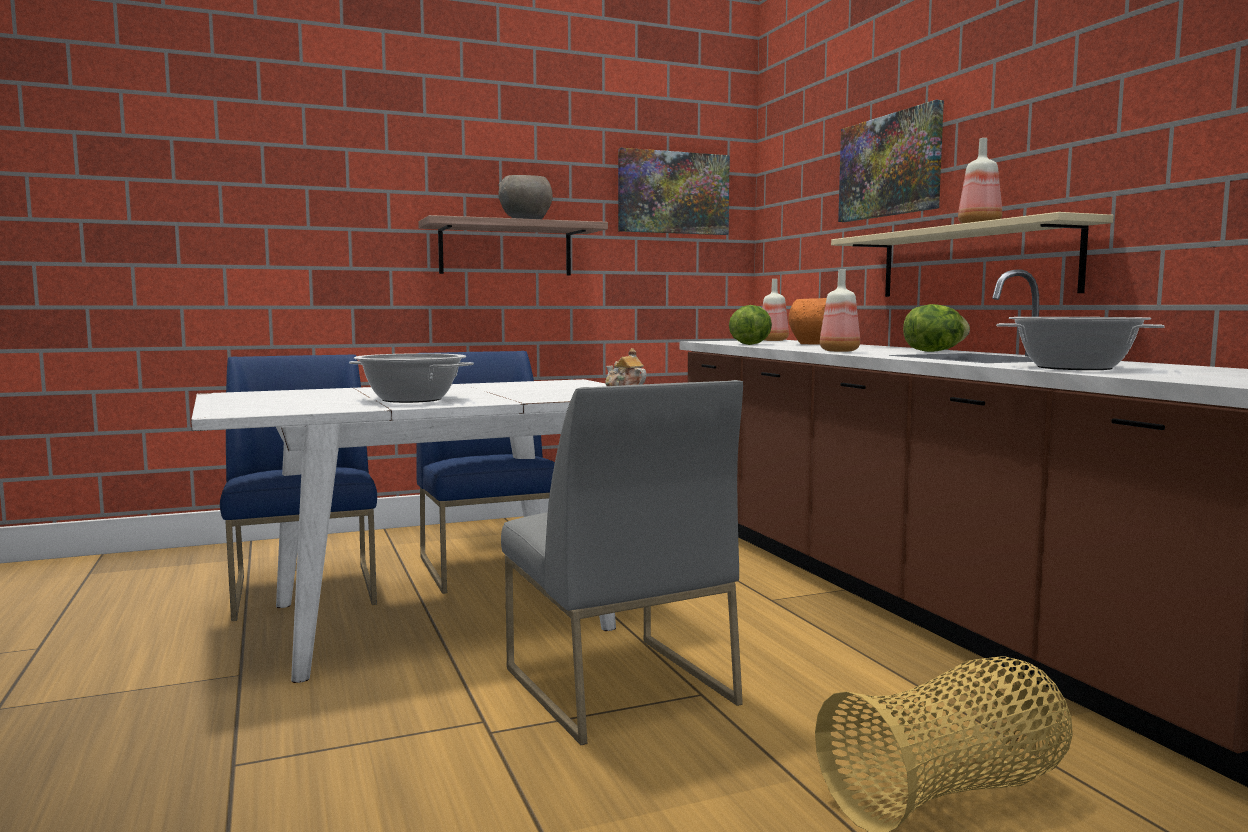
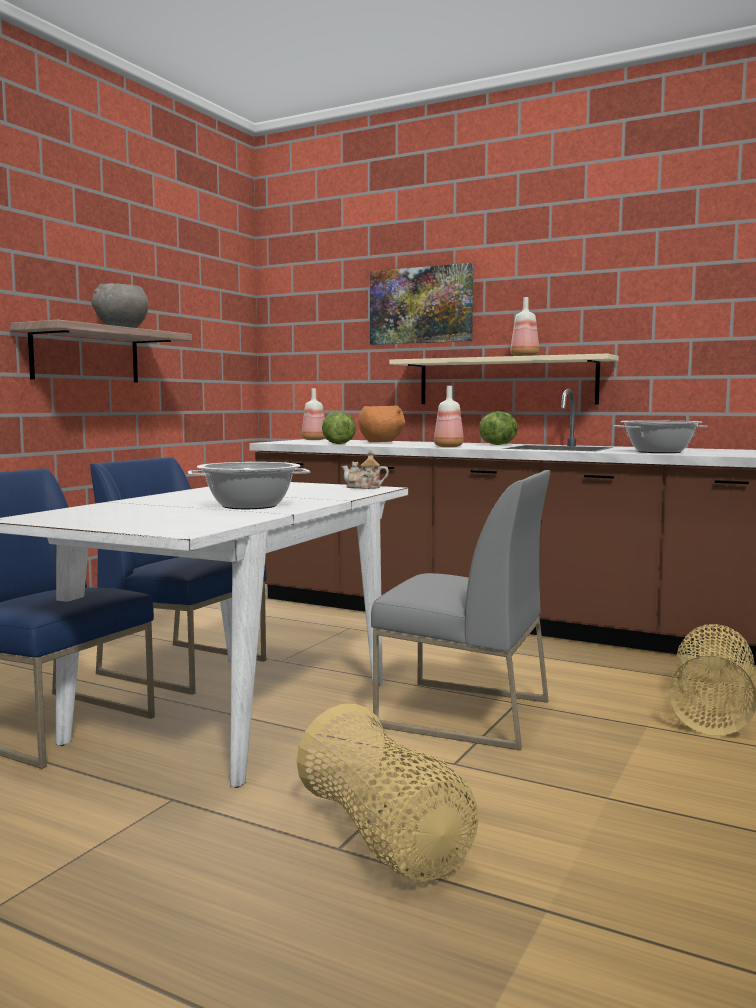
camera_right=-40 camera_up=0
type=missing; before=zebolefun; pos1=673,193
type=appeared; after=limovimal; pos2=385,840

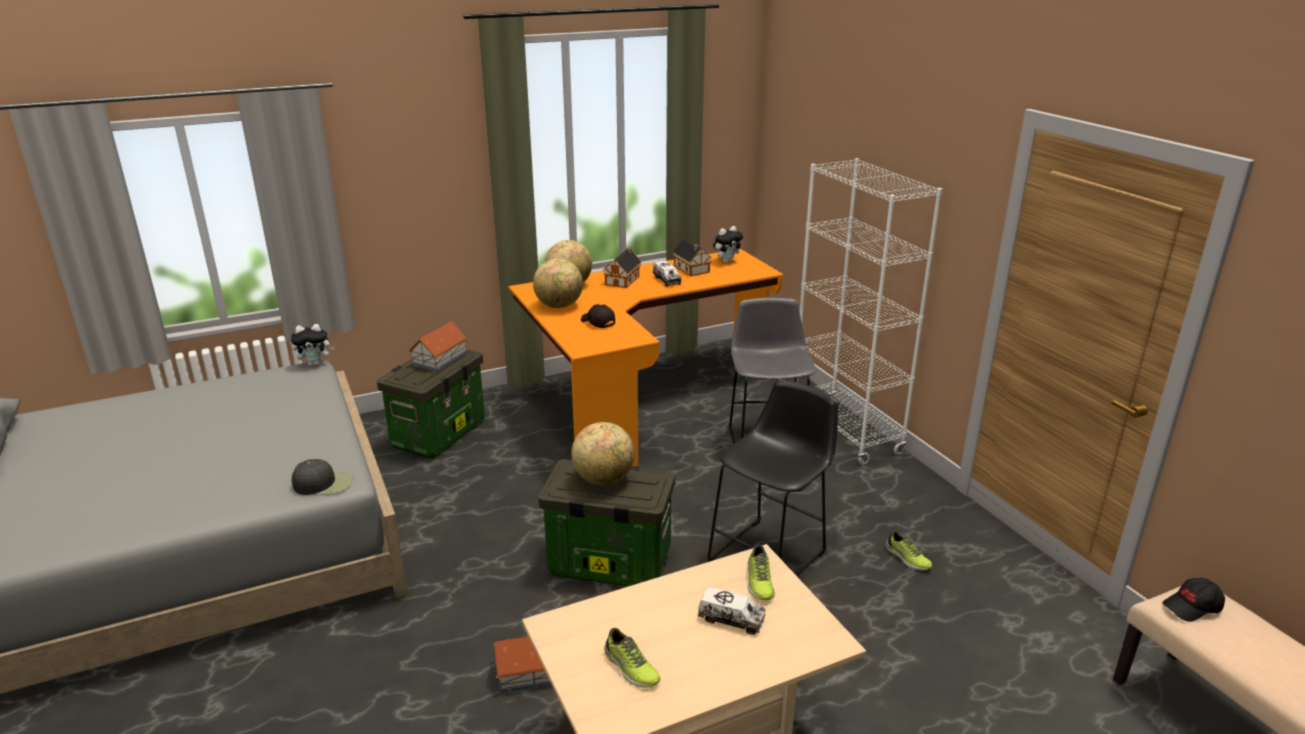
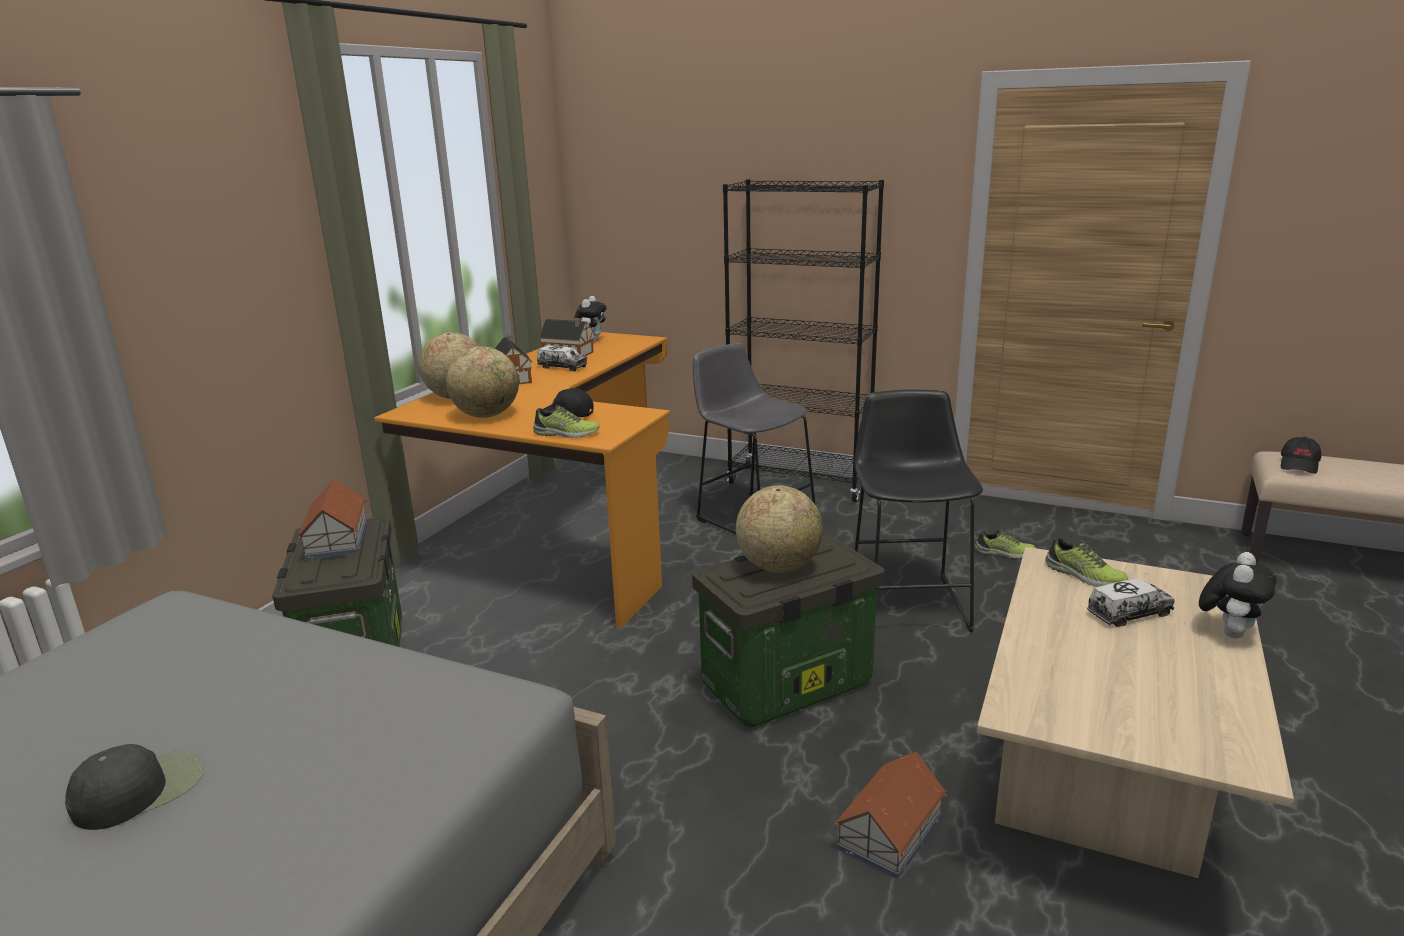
camera_right=-40 camera_up=-5
type=colour; before=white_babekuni; after=black_babekuni; pos1=845,431; pos2=799,484
type=relocated; before=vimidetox; pos1=315,364; pos2=1228,632
type=relocated; before=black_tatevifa; pos1=324,483; pos2=140,790
type=relocated; before=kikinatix; pos1=630,668; pos2=566,434

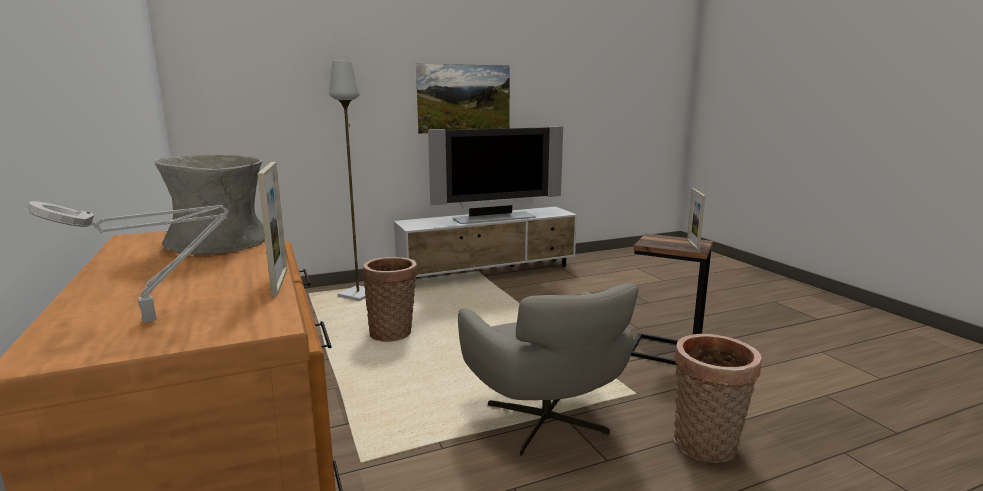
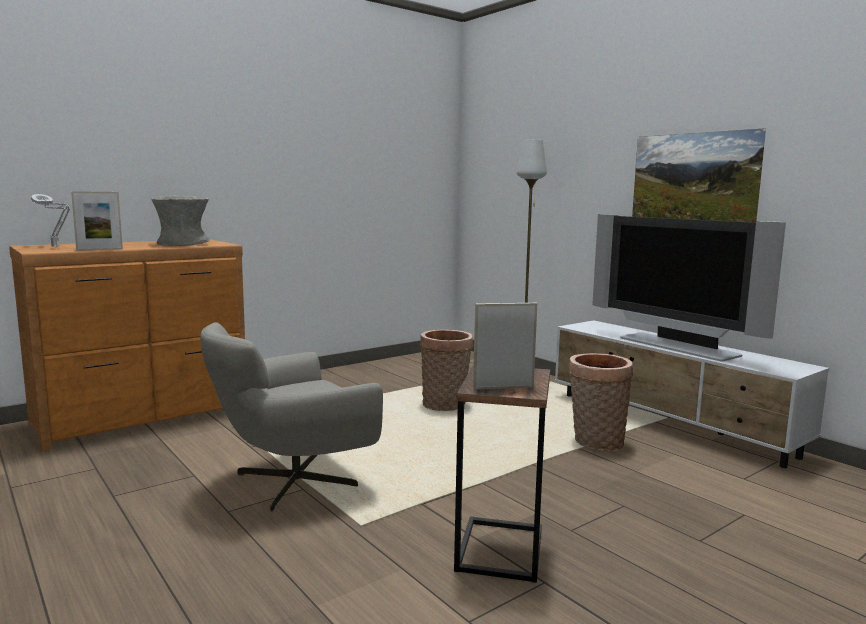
camera_right=75 camera_up=-5
type=relocated; before=limovimal; pos1=706,447; pos2=595,442

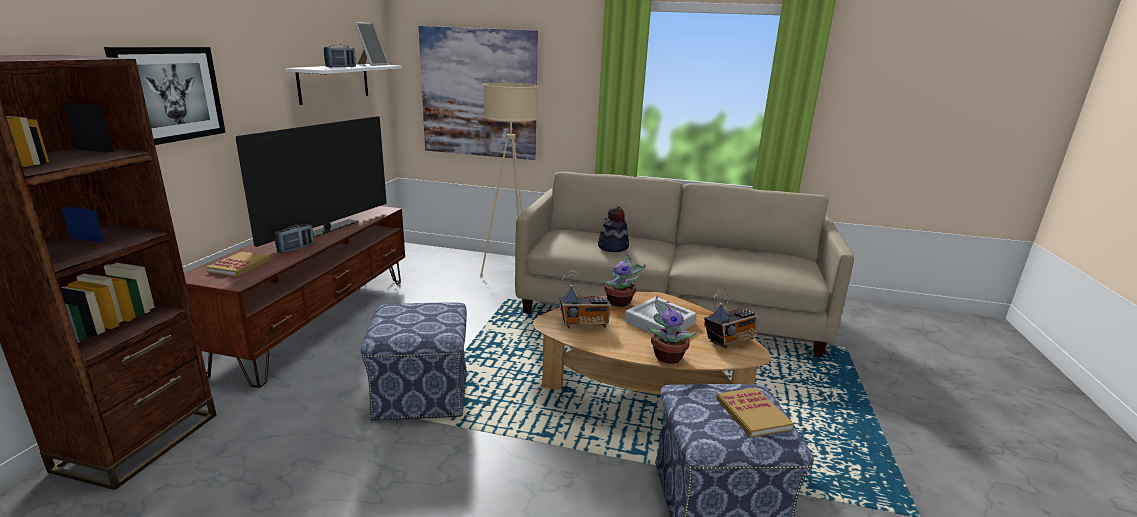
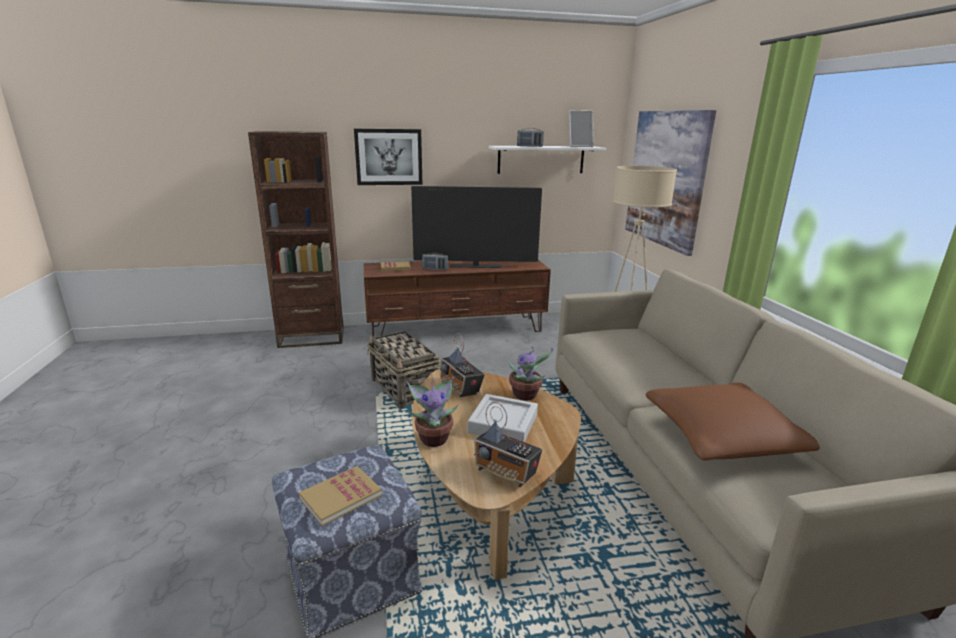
camera_right=65 camera_up=0
type=missing; before=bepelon; pos1=613,247
type=exchanged; before=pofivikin; after=limovimal; pos1=423,393; pos2=404,389
type=appeared; after=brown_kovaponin; pos2=721,437

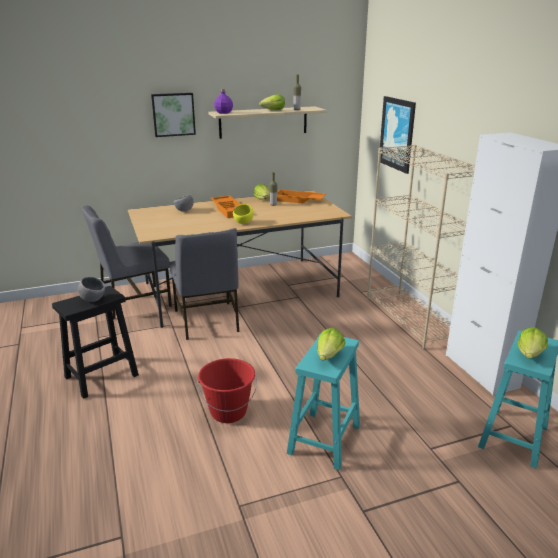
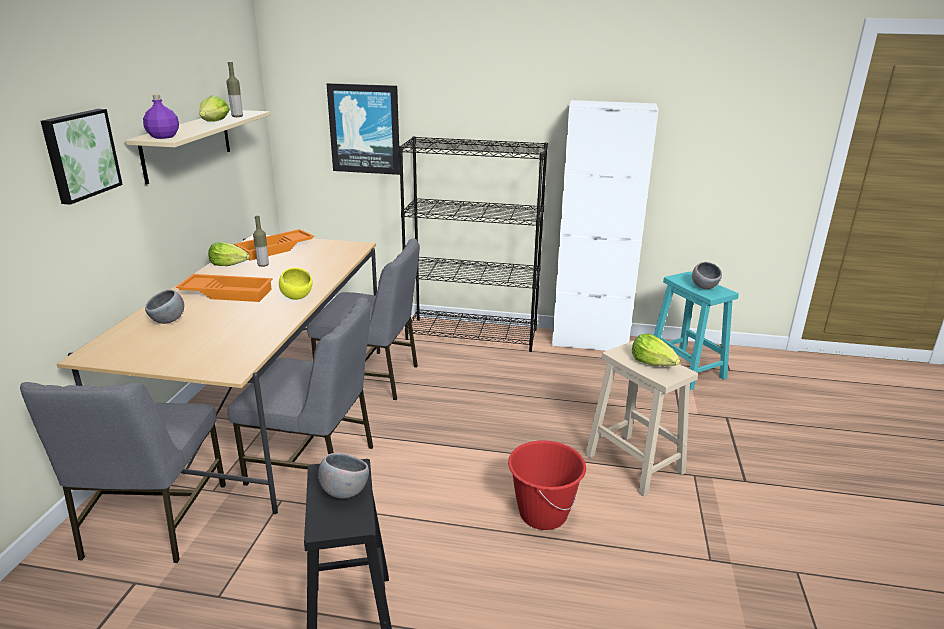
camera_right=-60 camera_up=0
type=colour; before=beige_babekuni; after=black_babekuni; pos1=411,318; pos2=472,334
type=exchanged; before=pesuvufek; after=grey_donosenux; pos1=530,354; pos2=704,287
type=colour; before=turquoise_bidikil; after=beige_bidikil; pos1=324,440; pos2=635,464
type=appeared; after=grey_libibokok; pos2=371,377

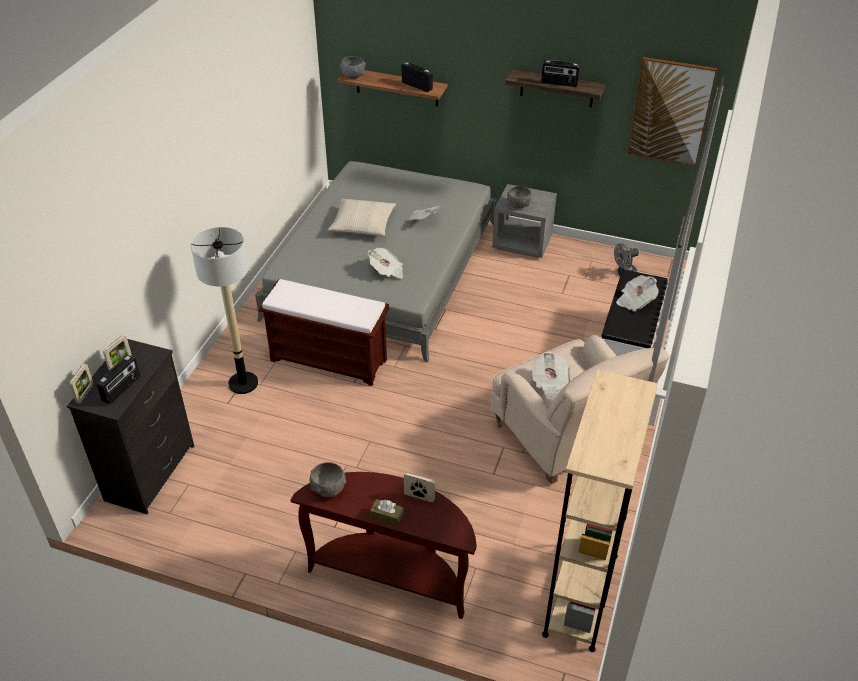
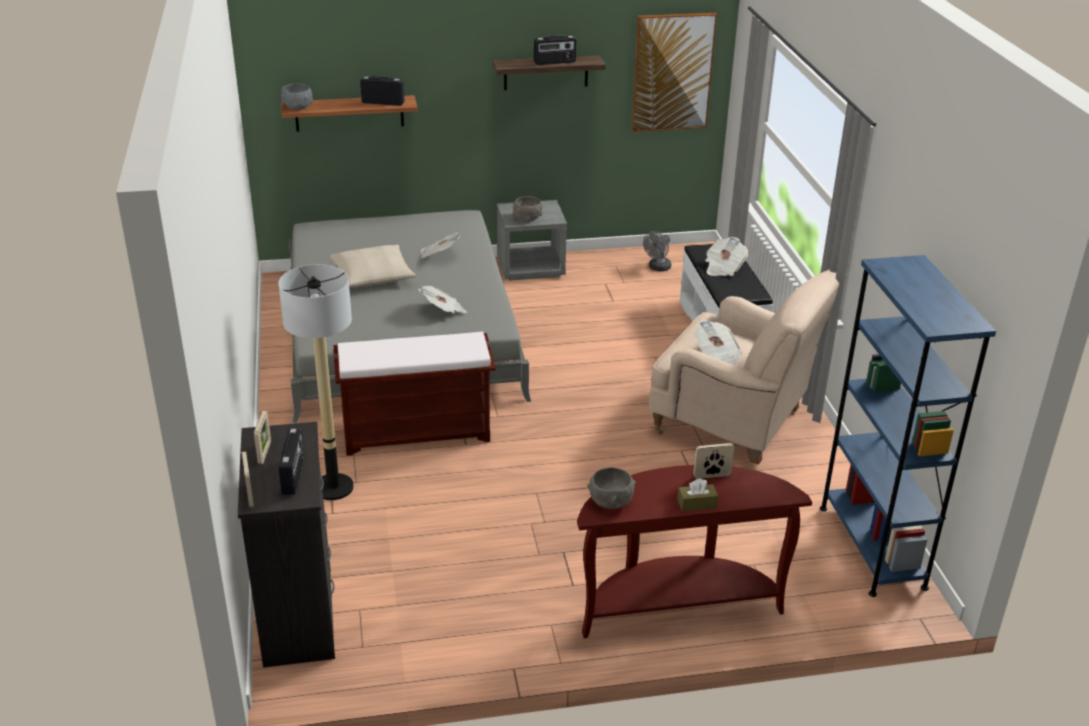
camera_right=-30 camera_up=-10
type=colour; before=beige_babekuni; after=blue_babekuni; pos1=581,594; pos2=871,547

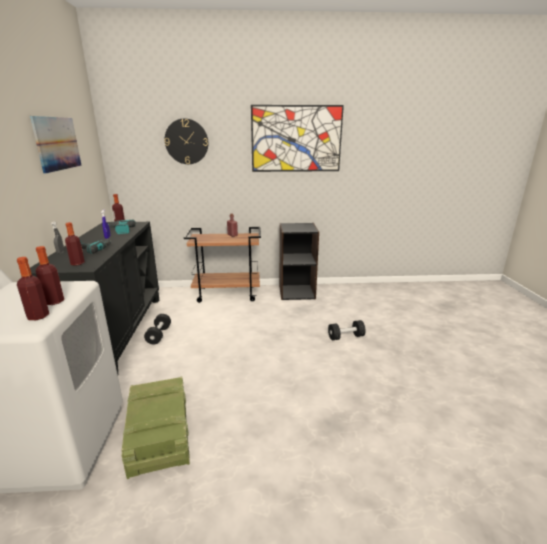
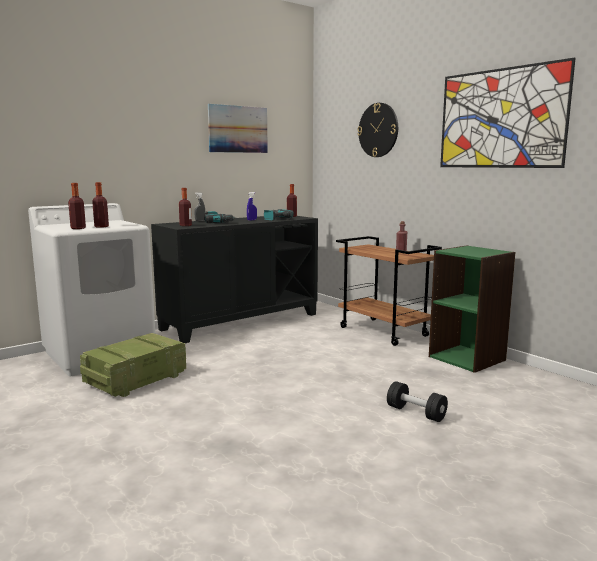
camera_right=55 camera_up=-10
type=colour; before=black_babekuni; after=green_babekuni; pos1=296,292; pos2=467,358
type=missing; before=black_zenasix; pos1=159,335

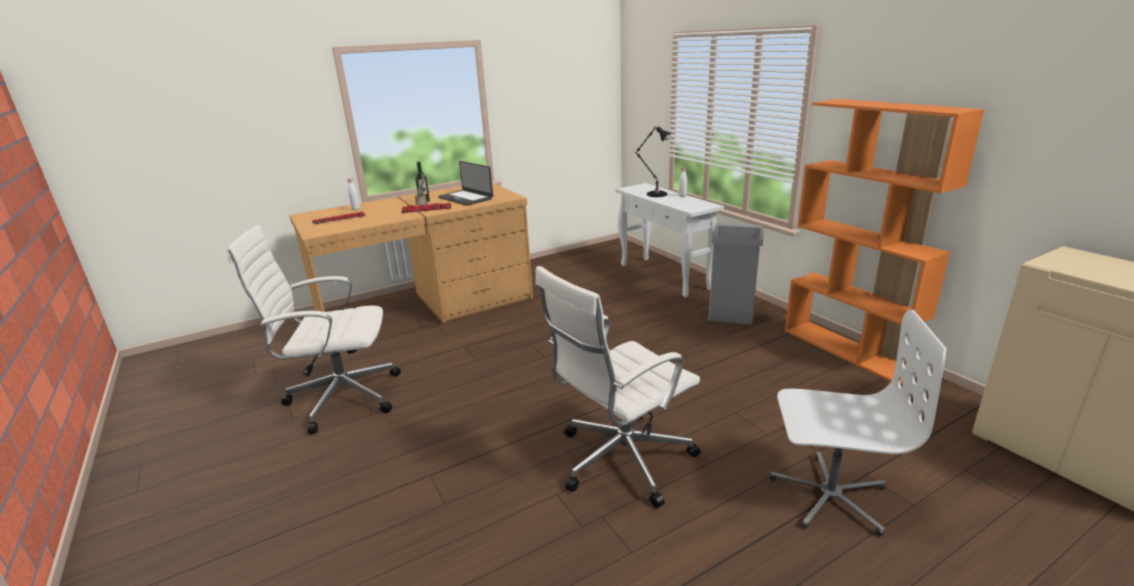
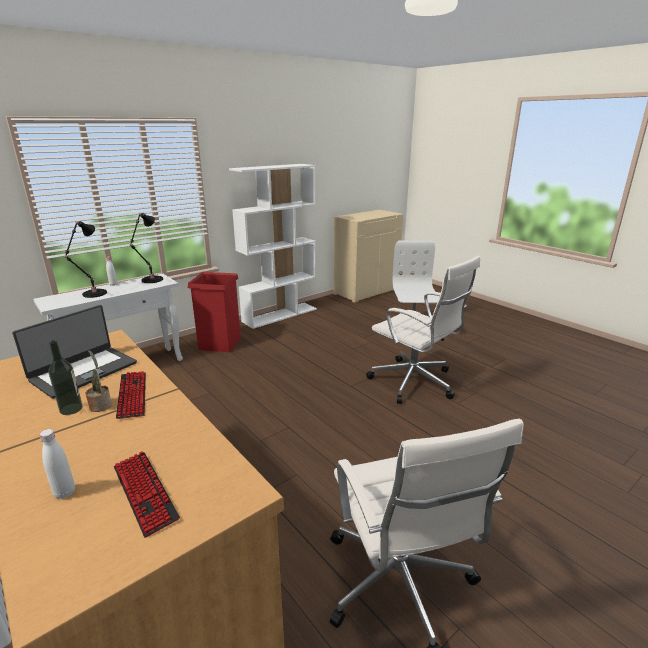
camera_right=-100 camera_up=0
type=colour; before=orange_babekuni; after=white_babekuni; pos1=849,350; pos2=280,315
type=colour; before=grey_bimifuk; after=red_bimifuk; pos1=731,313; pos2=220,343
type=appeared; after=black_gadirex; pos2=151,280

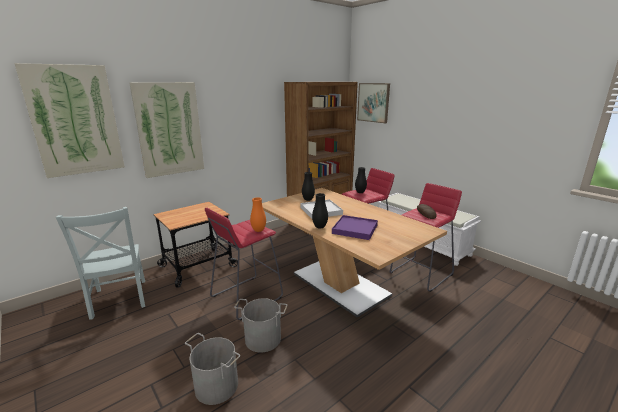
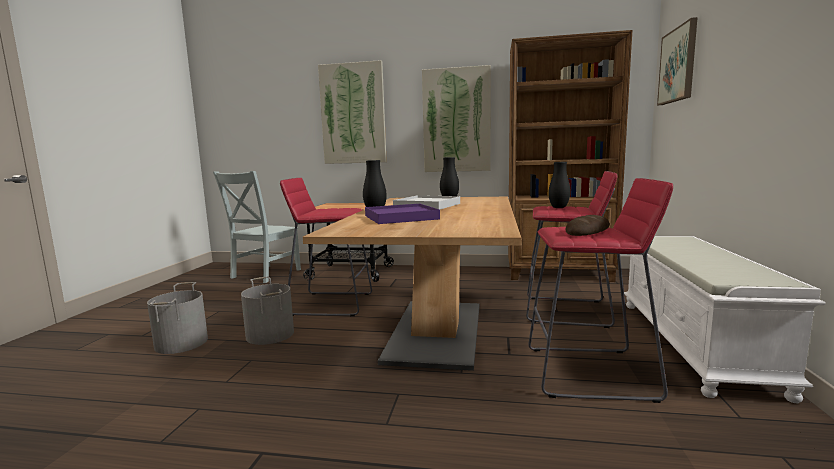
camera_right=50 camera_up=-10
type=relocated; before=zebolefun; pos1=75,121; pos2=456,120
type=missing; before=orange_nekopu; pos1=258,230

